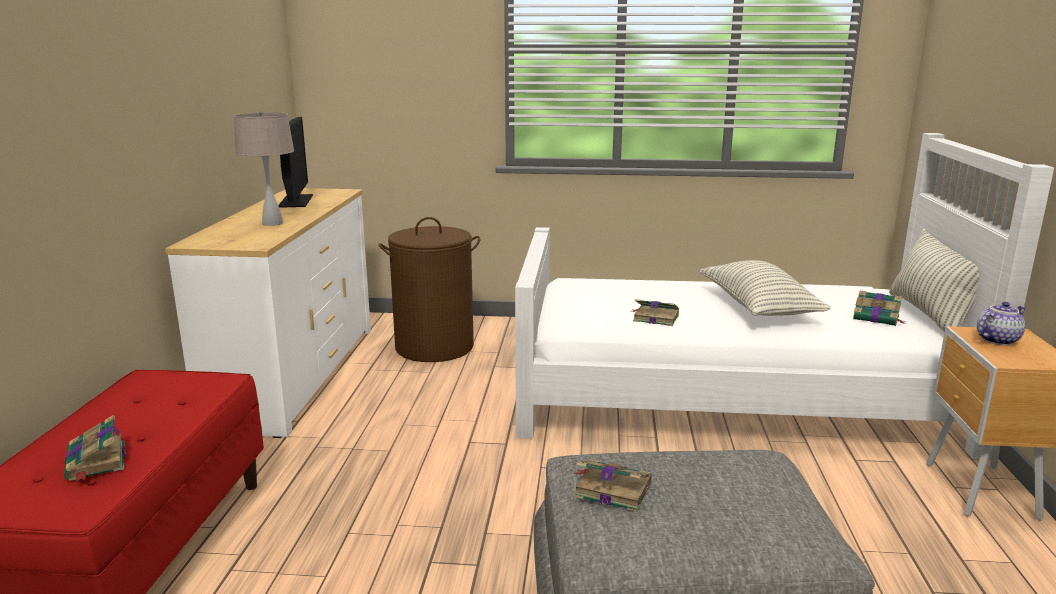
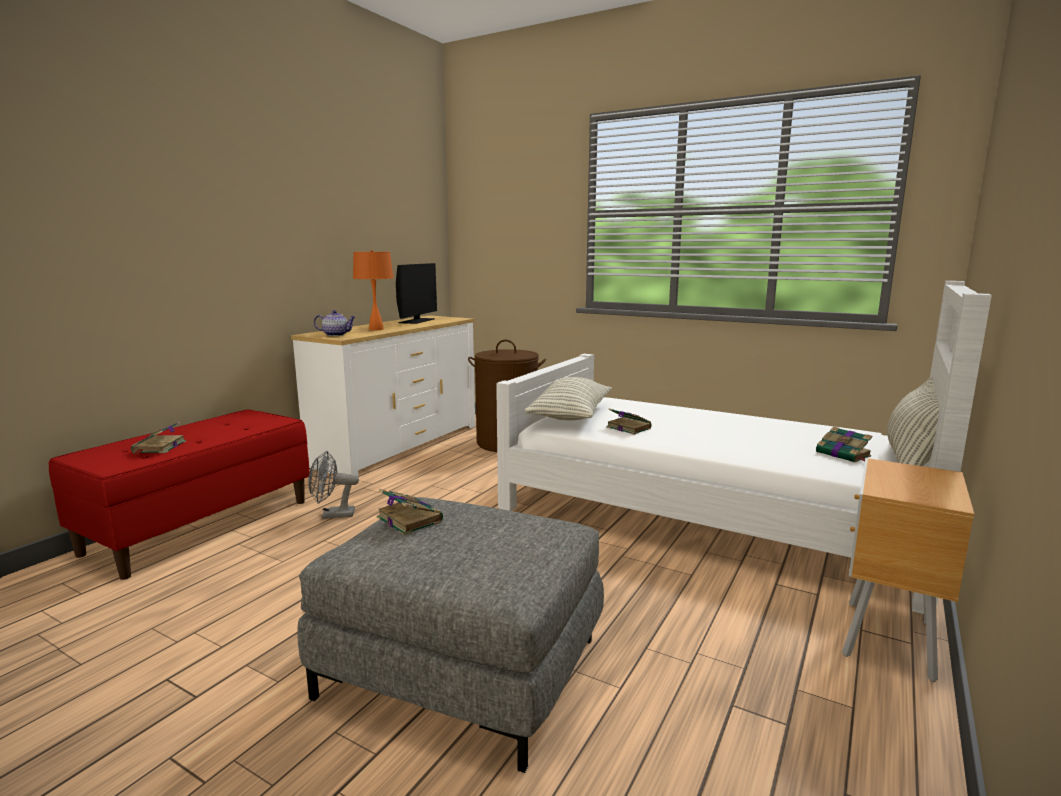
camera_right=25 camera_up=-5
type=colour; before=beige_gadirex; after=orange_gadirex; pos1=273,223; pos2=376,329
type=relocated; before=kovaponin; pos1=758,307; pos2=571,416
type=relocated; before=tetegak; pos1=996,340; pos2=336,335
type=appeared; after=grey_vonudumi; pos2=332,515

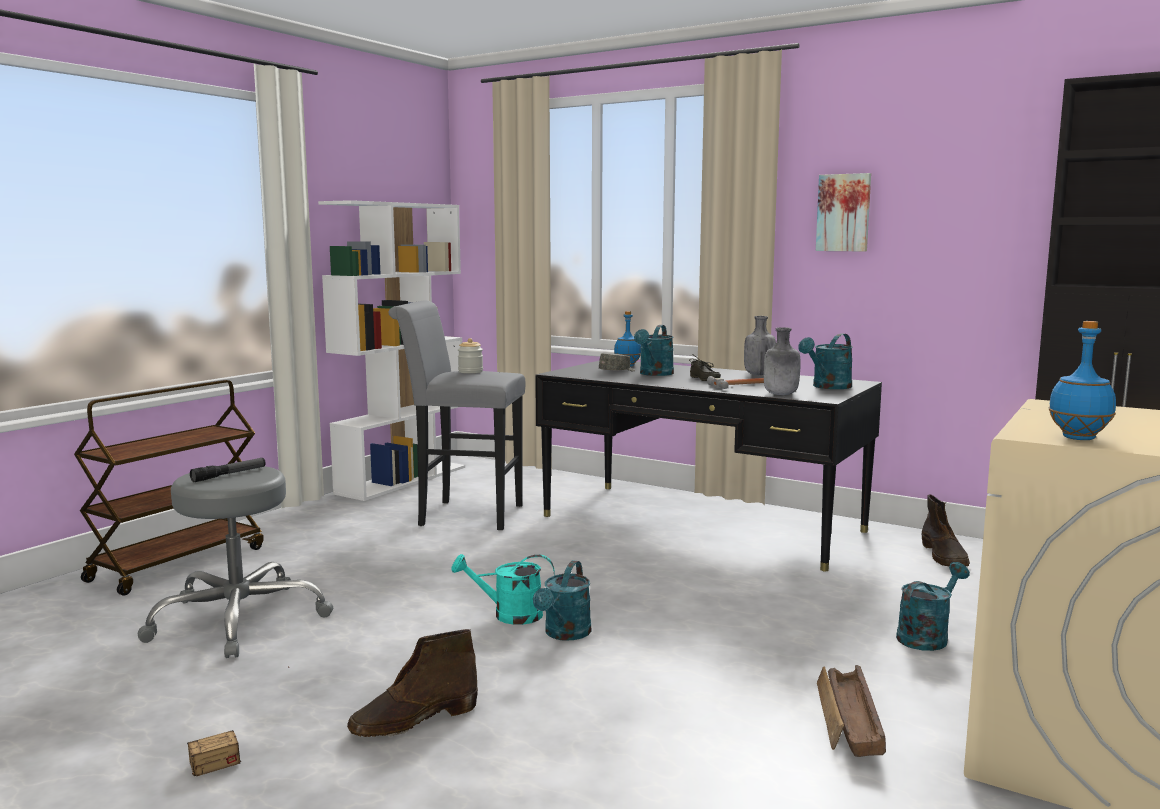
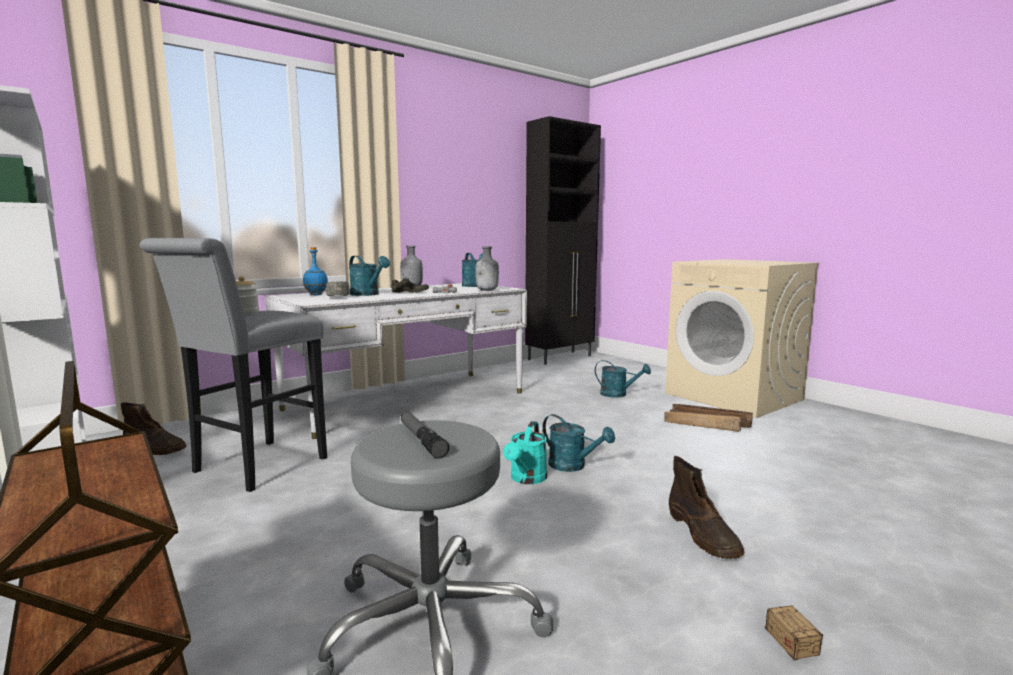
camera_right=-70 camera_up=0
type=missing; before=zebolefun; pos1=844,213
type=missing; before=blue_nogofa; pos1=1077,438
type=colour; before=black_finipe; after=white_finipe; pos1=701,523; pos2=407,401
type=relocated; before=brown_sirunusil; pos1=944,556; pos2=156,448
type=spun; before=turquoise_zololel; pos1=927,636; pos2=618,394; turn=135

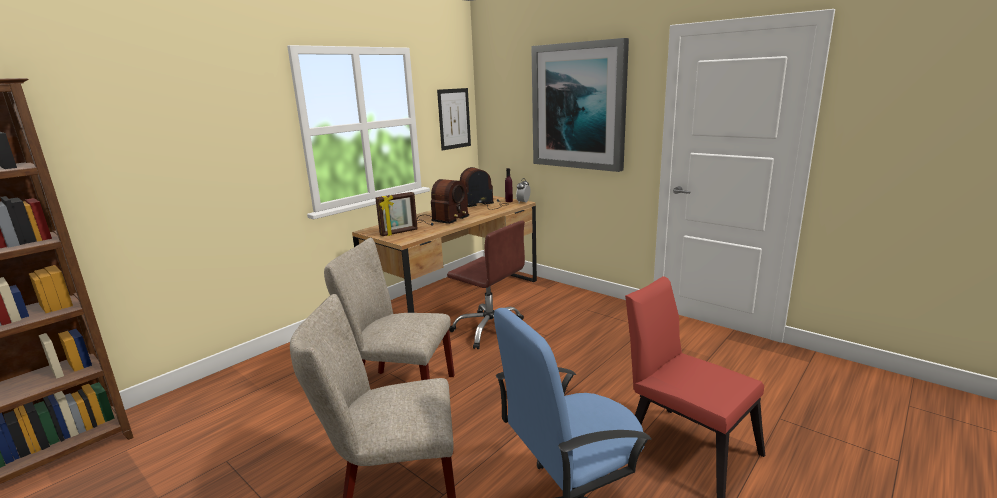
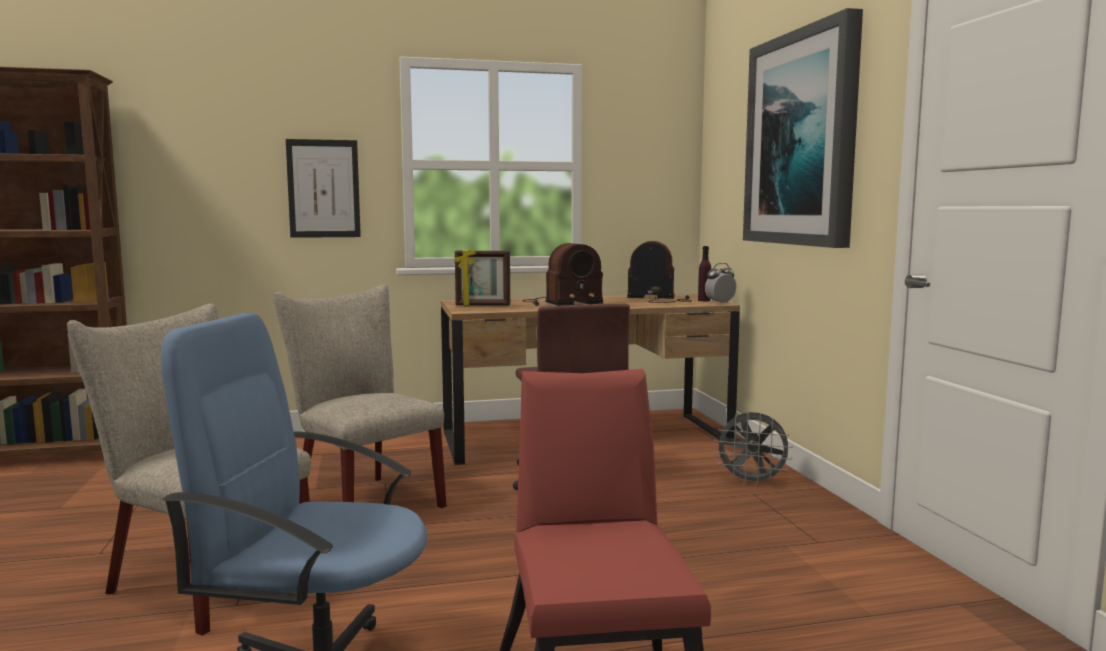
camera_right=35 camera_up=-10
type=relocated; before=zebolefun; pos1=454,118; pos2=323,188
type=appeared; after=grey_vonudumi; pos2=752,482

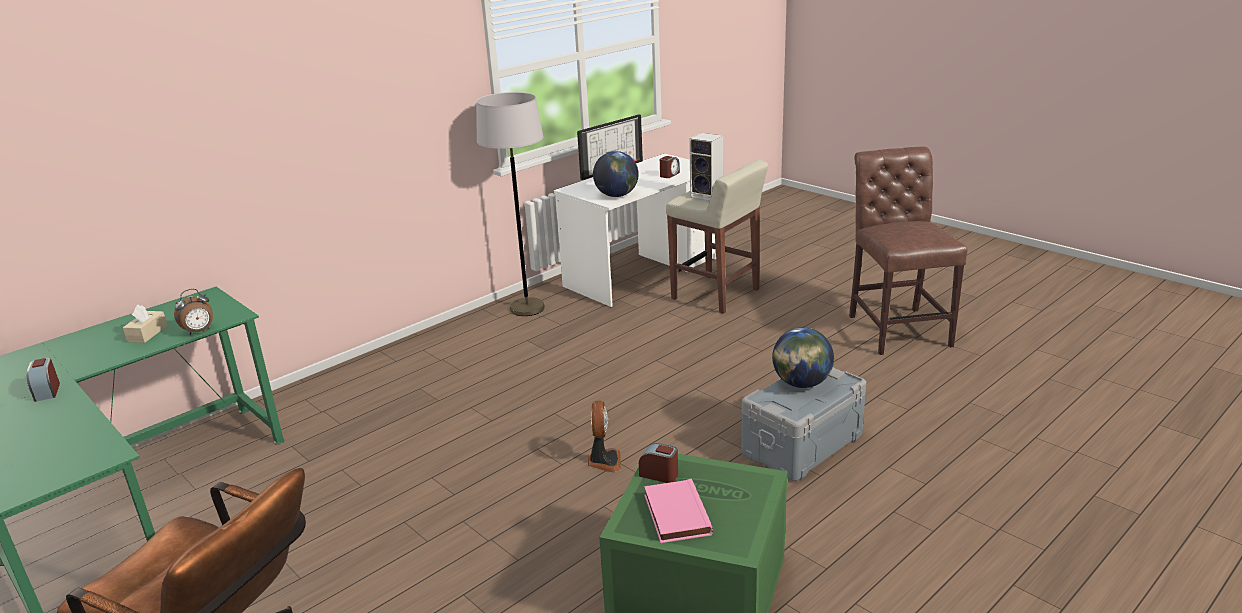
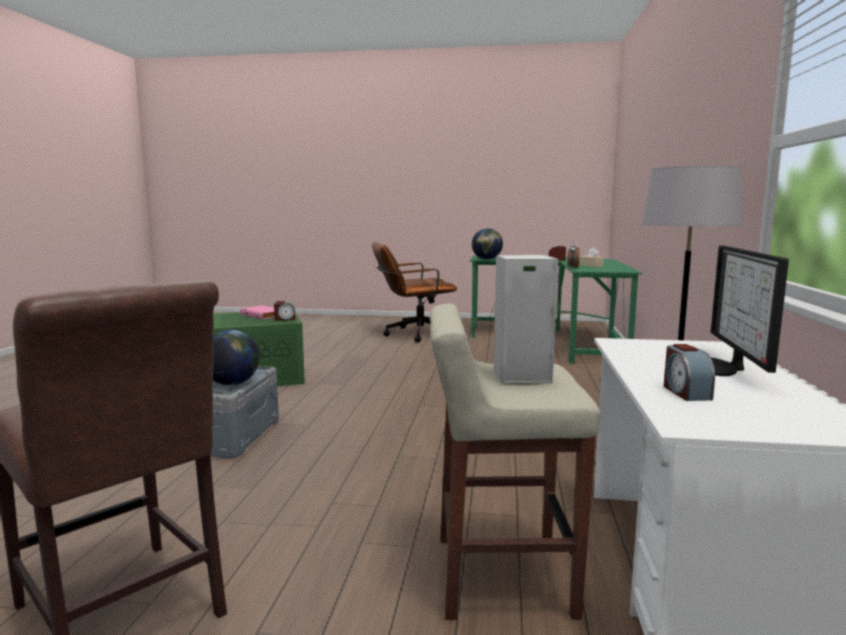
camera_right=140 camera_up=-15
type=relocated; before=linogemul; pos1=617,195; pos2=487,259
type=missing; before=vonudumi; pos1=604,461

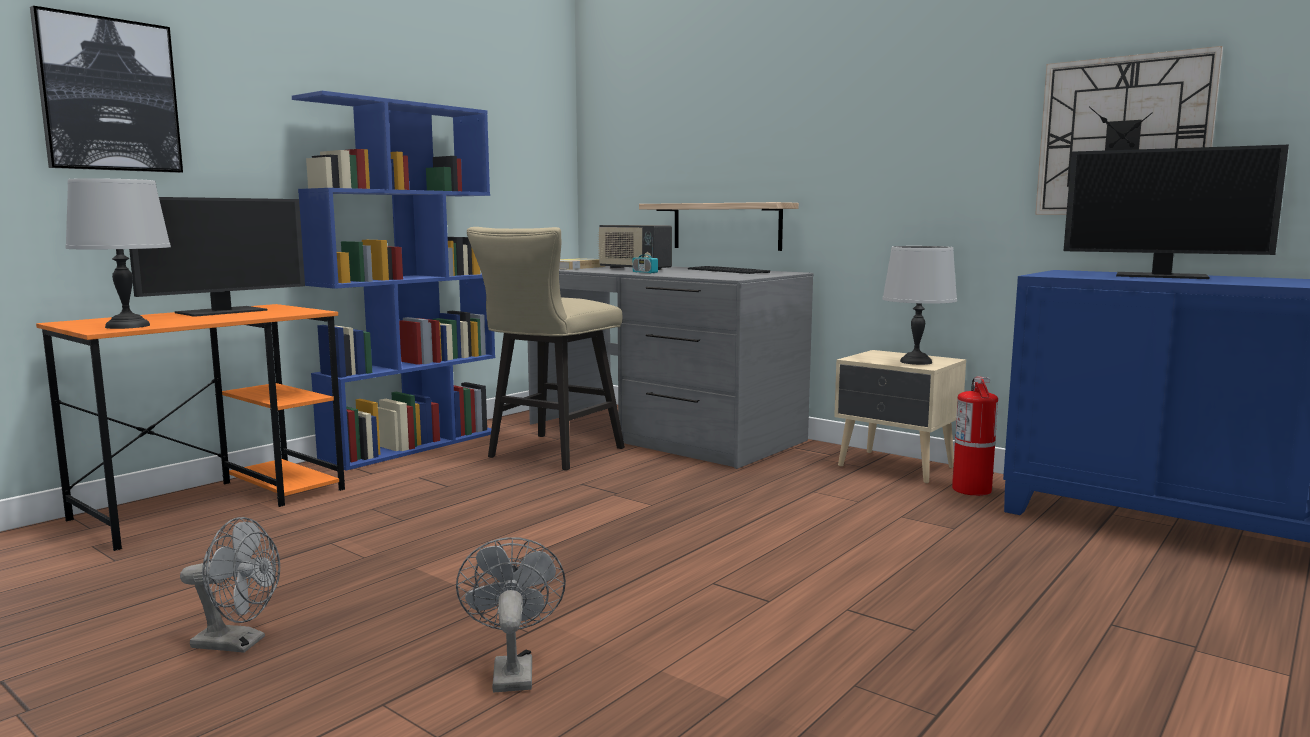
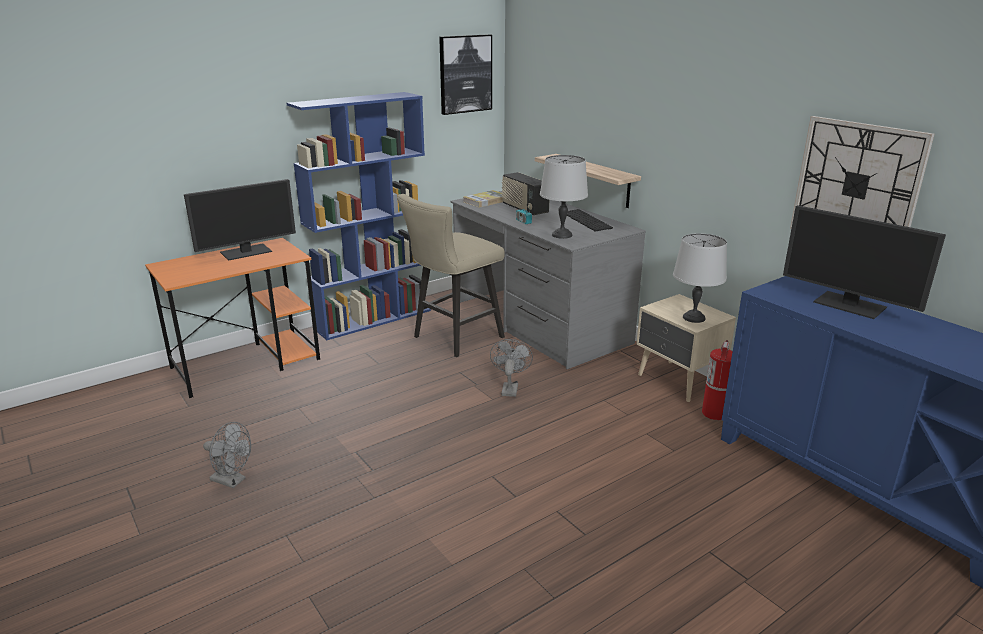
camera_right=15 camera_up=15
type=relocated; before=zebolefun; pos1=109,95; pos2=465,74
type=relocated; before=grey_gadirex; pos1=128,326; pos2=562,235
type=relocated; before=grey_vonudumi; pos1=512,670; pos2=509,388

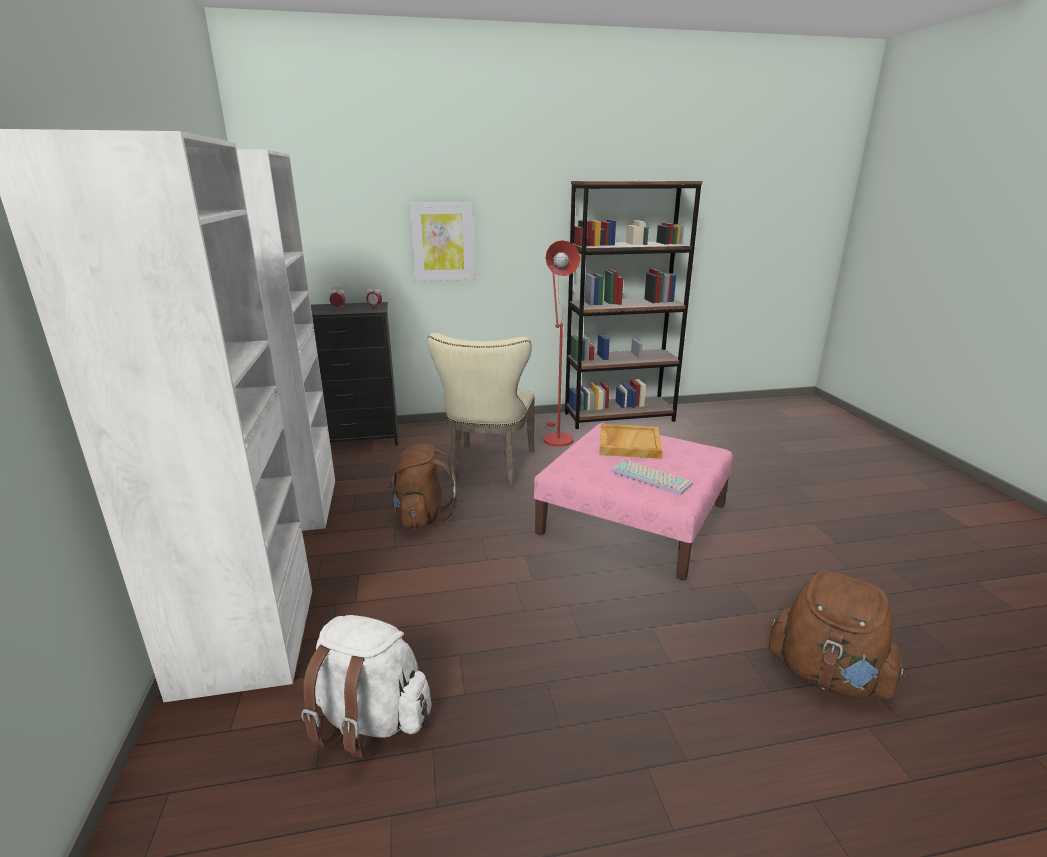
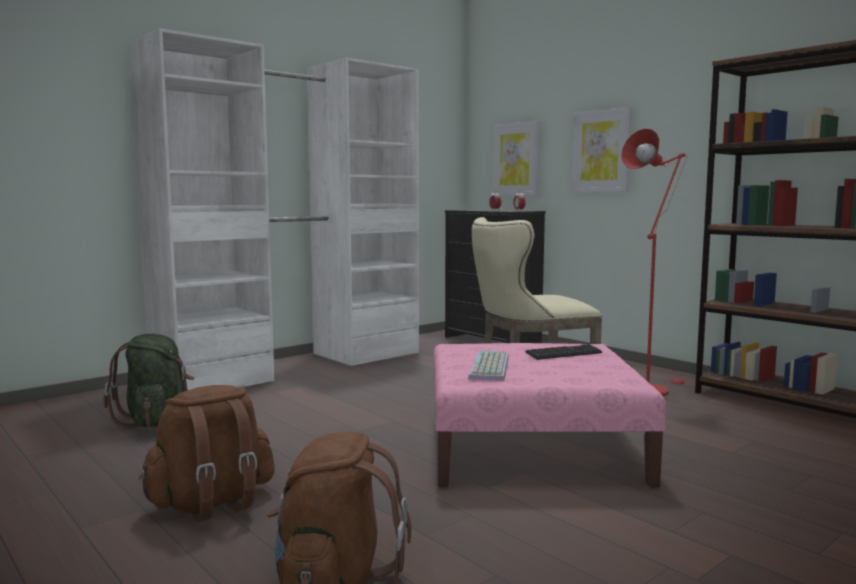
camera_right=60 camera_up=-15
type=exchanged; before=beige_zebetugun; after=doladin; pos1=628,443; pos2=563,354
type=relocated; before=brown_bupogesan; pos1=421,517; pos2=212,504
type=colour; before=white_bupogesan; after=green_bupogesan; pos1=370,720; pos2=156,422
type=appeared; after=zebolefun; pos2=516,159

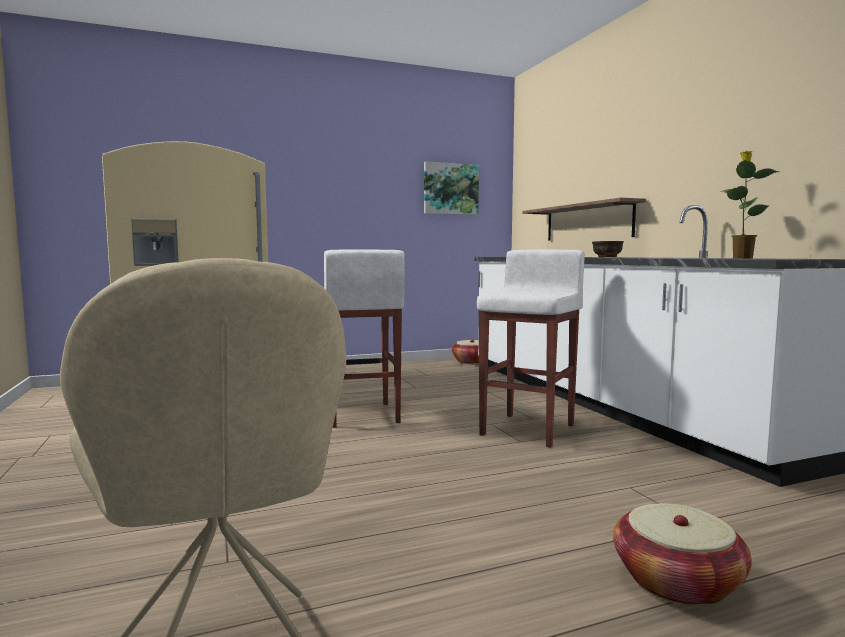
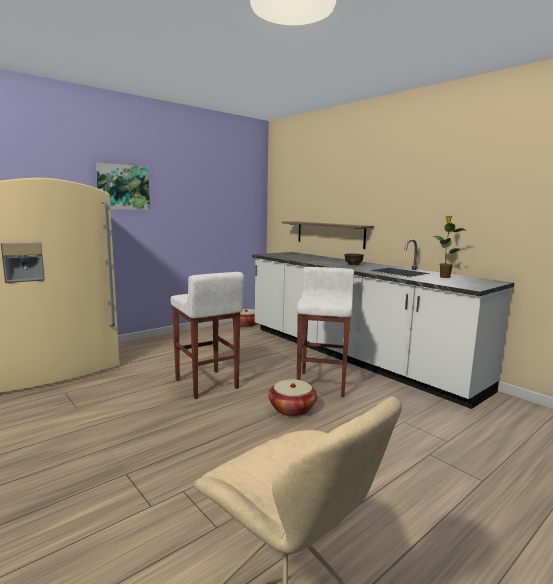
camera_right=-20 camera_up=5
type=relocated; before=zebolefun; pos1=450,189; pos2=123,187
type=relocated; before=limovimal; pos1=676,582; pos2=292,409

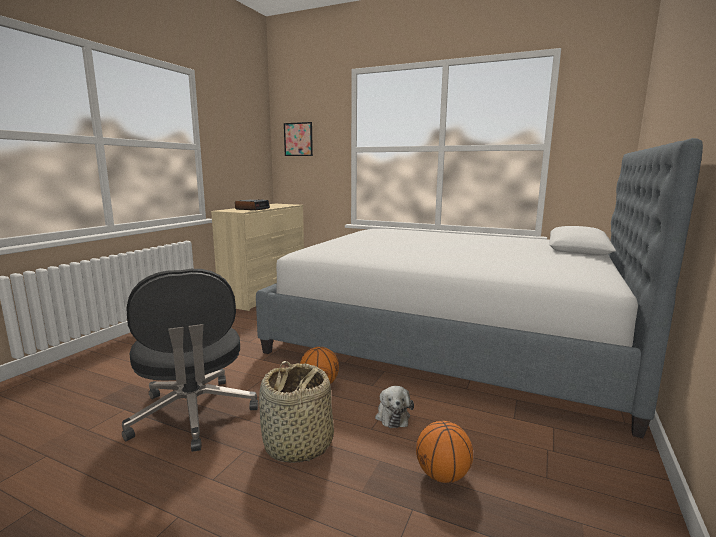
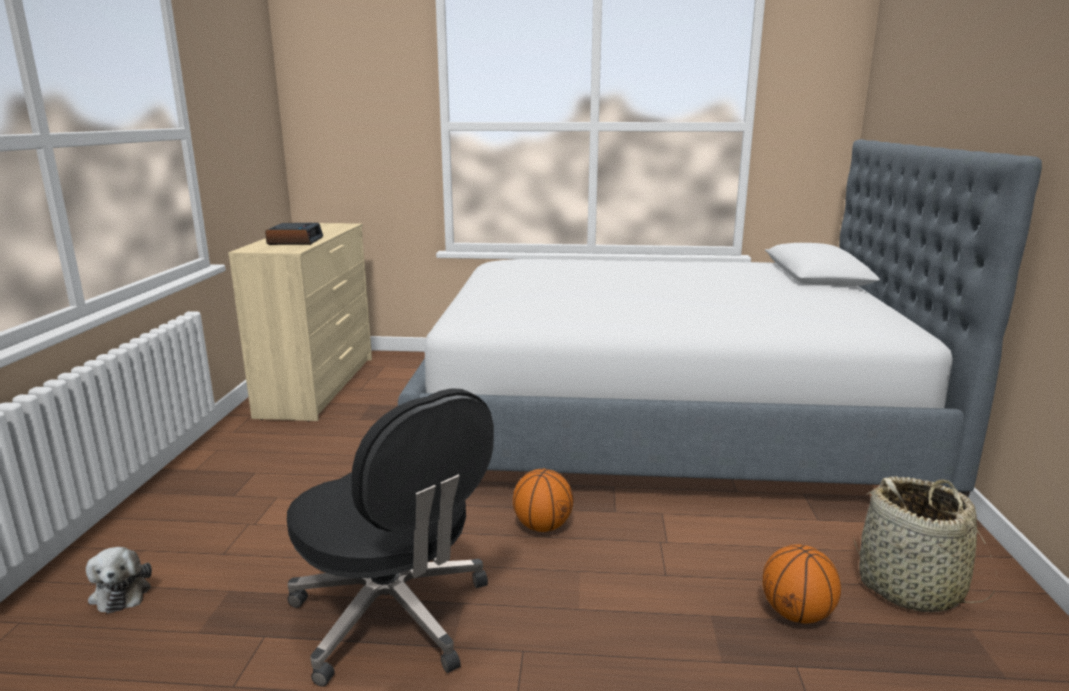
camera_right=-20 camera_up=5
type=missing; before=zebolefun; pos1=298,139
type=relocated; before=limovimal; pos1=298,445; pos2=910,587
type=relocated; before=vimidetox; pos1=392,415; pos2=121,592

